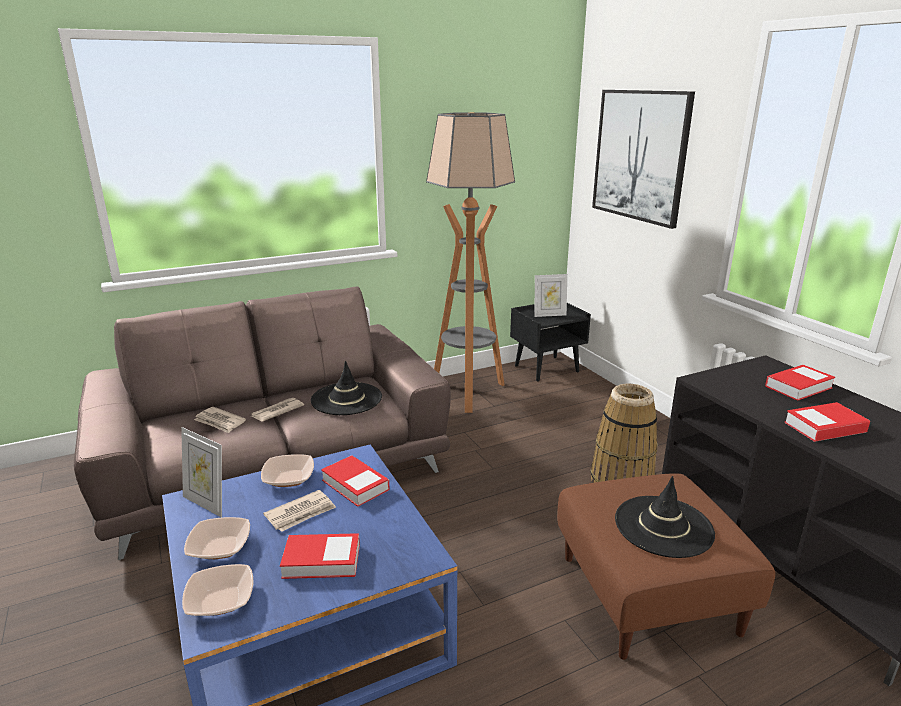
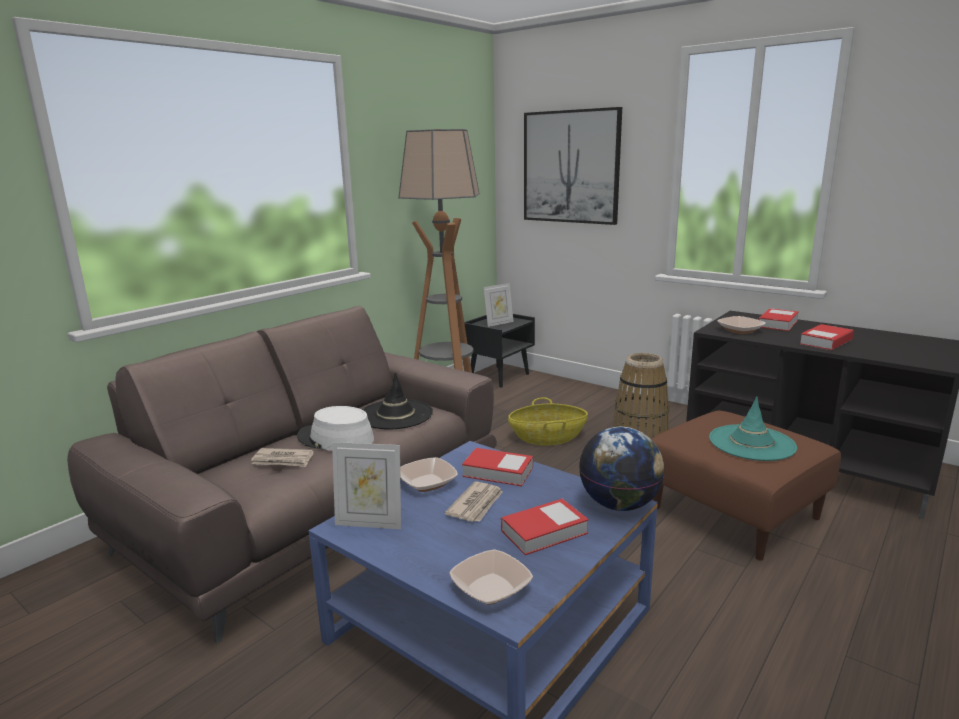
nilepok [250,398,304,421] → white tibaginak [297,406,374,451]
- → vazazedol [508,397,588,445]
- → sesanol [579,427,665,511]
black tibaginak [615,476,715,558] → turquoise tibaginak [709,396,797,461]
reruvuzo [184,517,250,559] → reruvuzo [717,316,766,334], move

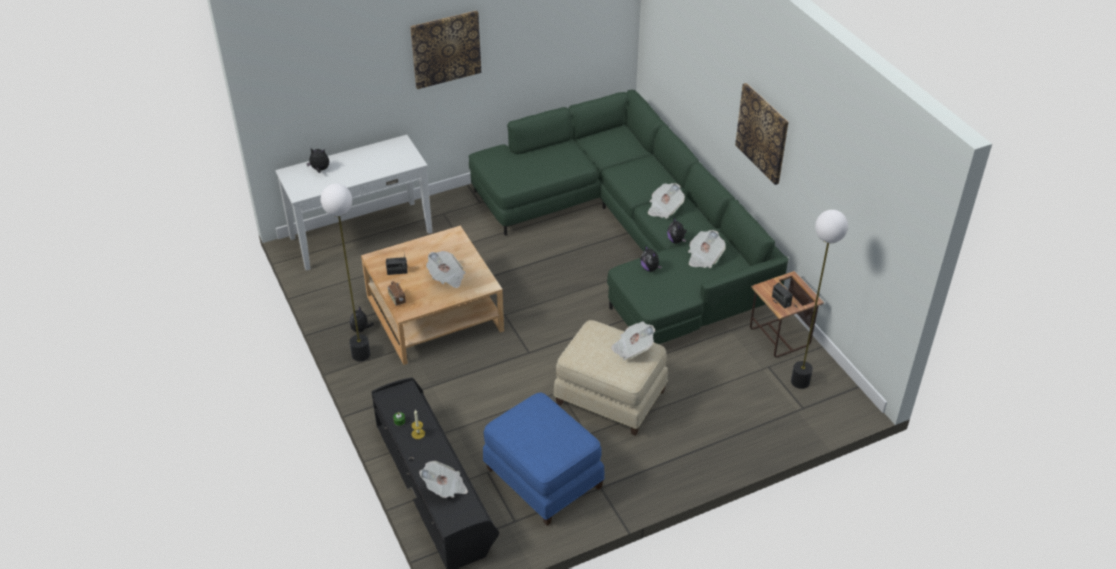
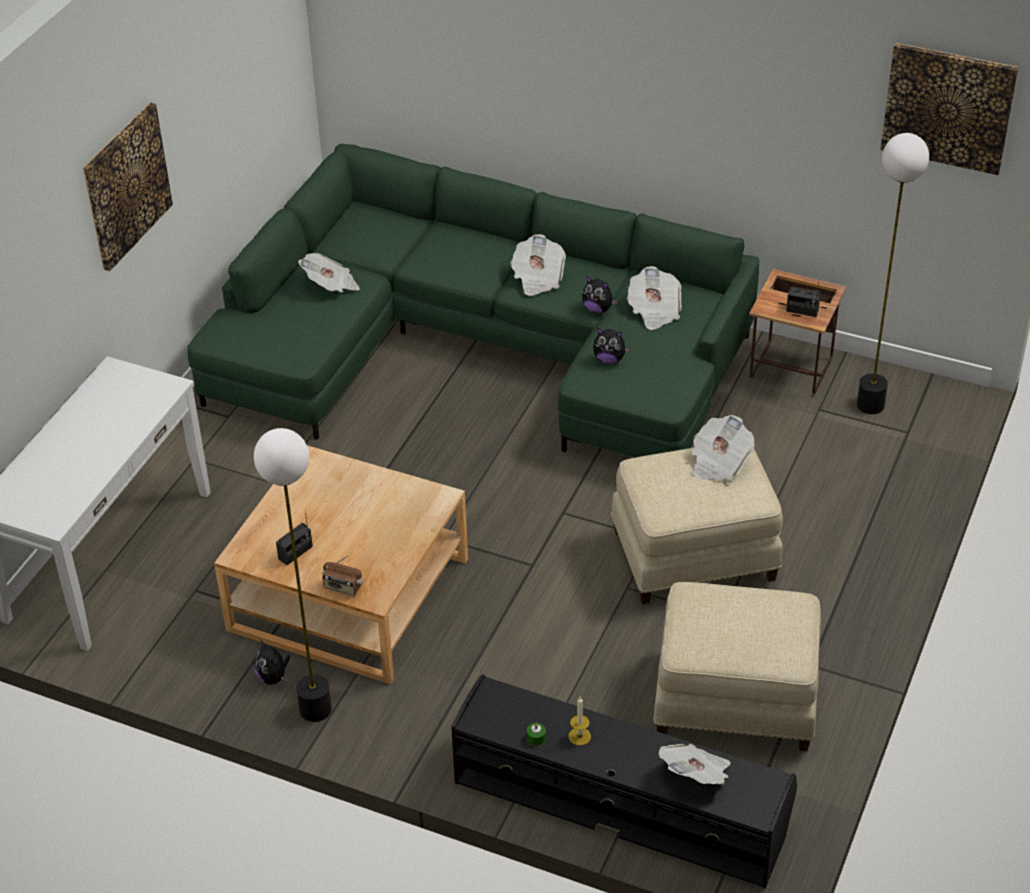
nilepok [426,251,466,288] → nilepok [298,253,360,292], move
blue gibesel [483,392,605,526] → beige gibesel [653,582,821,751]
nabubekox [735,83,789,185] → nabubekox [880,43,1019,175], move
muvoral [307,147,329,173] → -

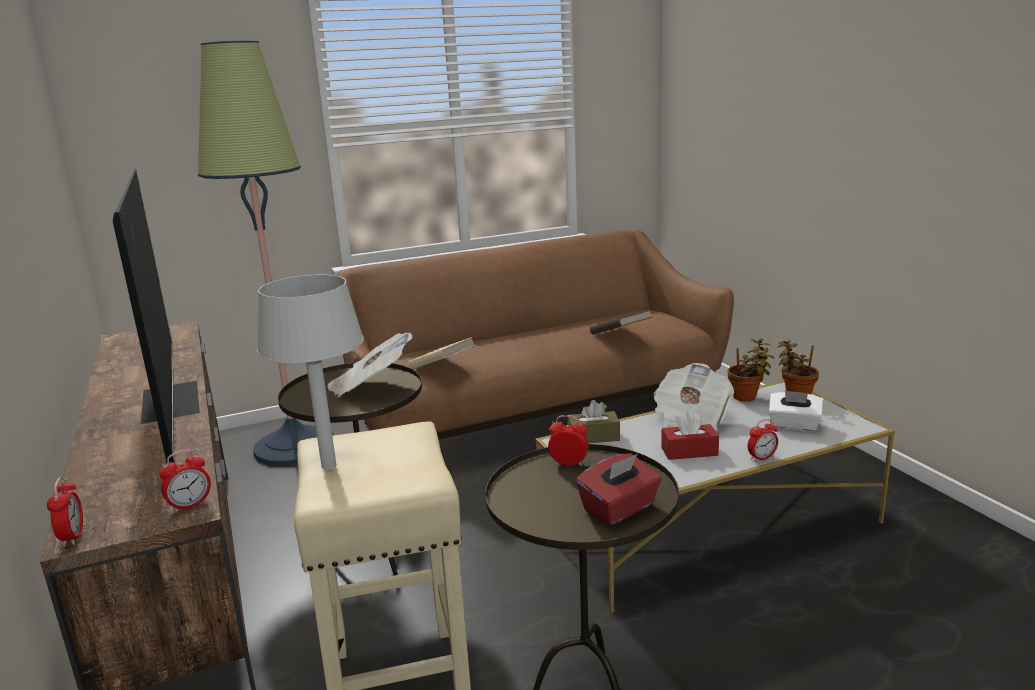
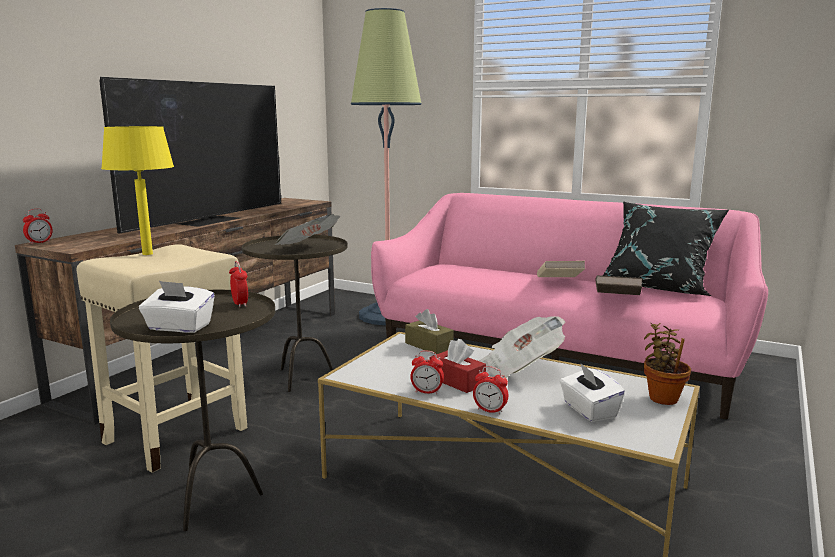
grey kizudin [257,275,364,470] → yellow kizudin [101,126,174,255]
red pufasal [576,453,662,525] → white pufasal [139,281,215,333]
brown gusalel [336,230,734,439] → pink gusalel [371,193,768,419]
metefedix [159,450,211,513] → metefedix [410,350,444,394], move
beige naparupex [408,337,475,369] → beige naparupex [537,261,586,277], move
- → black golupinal [602,201,729,296]
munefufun [728,338,774,402] → -

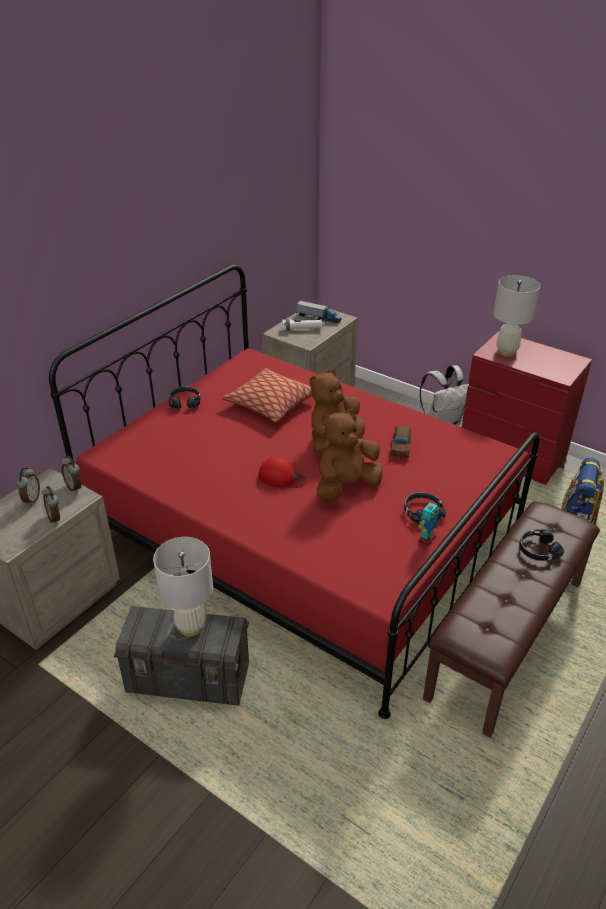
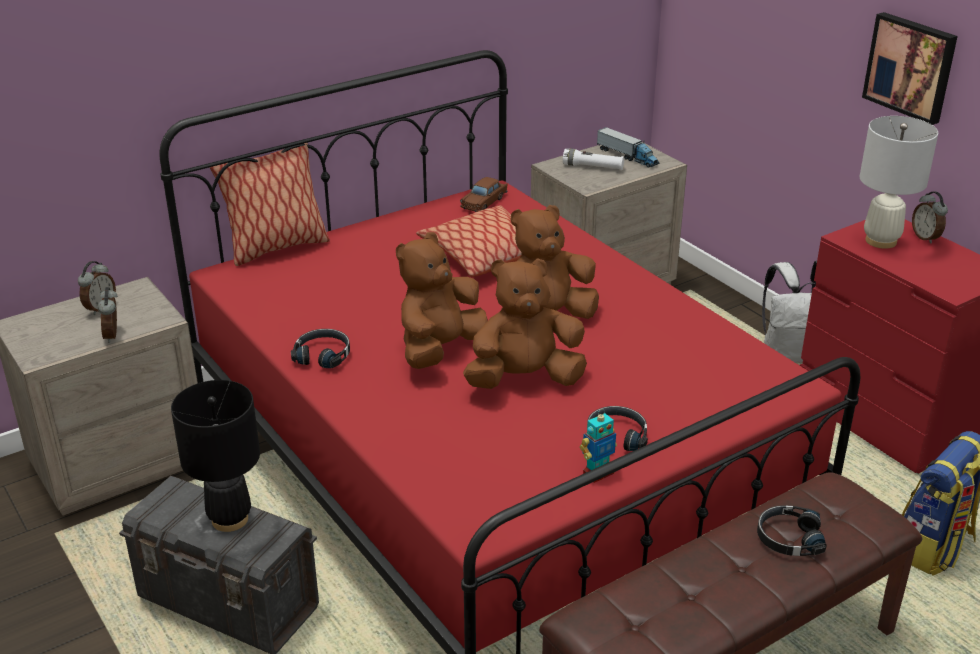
white kizudin [153,537,213,637] → black kizudin [171,380,260,532]
- → golupinal [210,143,330,266]
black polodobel [169,386,200,409] → black polodobel [291,329,350,368], move
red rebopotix [259,457,308,488] → brown muvoral [396,232,488,369]
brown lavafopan [390,425,412,458] → brown lavafopan [460,177,507,212], move
- → nabubekox [862,12,958,125]
metefedix [61,456,82,493] → metefedix [912,191,948,244], move

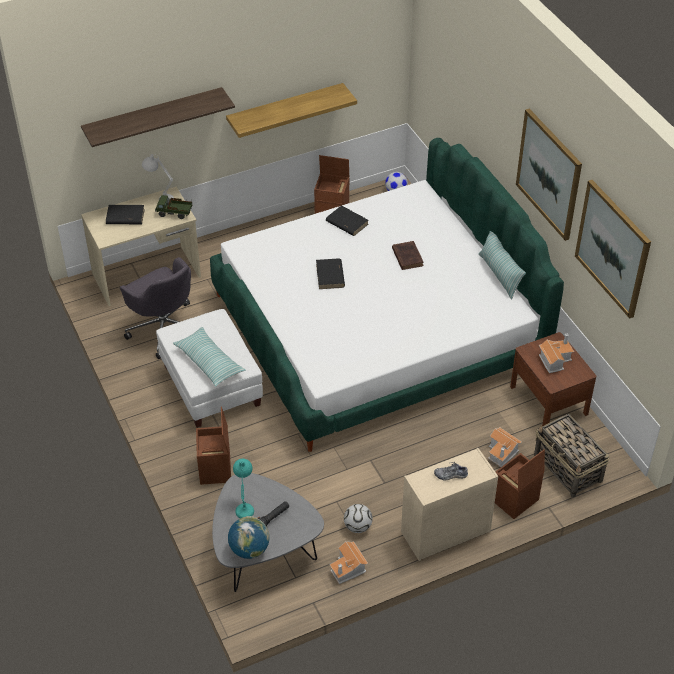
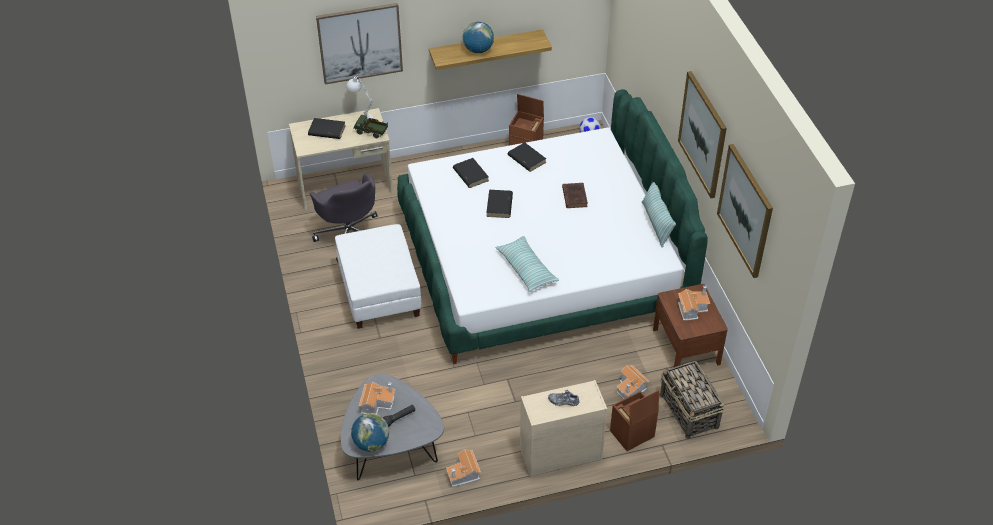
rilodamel [81,87,235,147] → nabubekox [316,3,403,84]
turquoise kizudin [233,459,254,518] → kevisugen [359,381,395,414]
- → black naparupex [453,158,489,188]
- → sesanol [463,22,494,53]
golupinal [173,327,245,387] → golupinal [495,236,559,292], move
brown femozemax [196,406,231,485] → -
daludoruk [344,504,372,533] → -

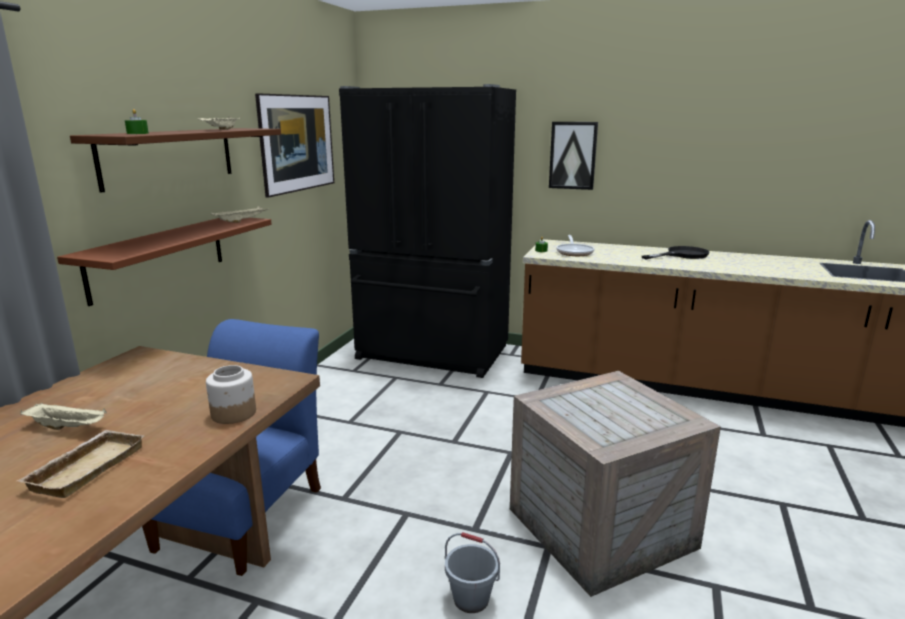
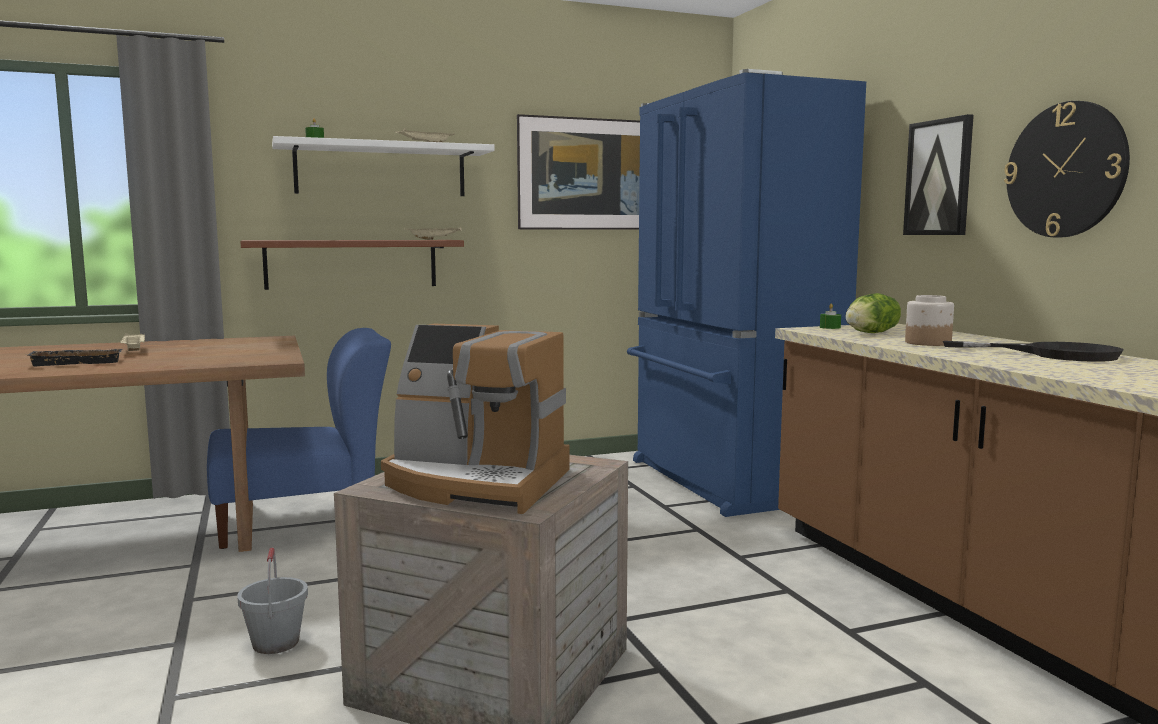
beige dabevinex [17,430,144,498] → black dabevinex [29,349,123,366]
brown rilodamel [70,128,281,193] → white rilodamel [272,136,495,196]
- → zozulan [381,324,570,514]
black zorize [339,84,516,378] → blue zorize [627,69,866,517]
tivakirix [556,235,594,256] → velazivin [845,293,901,333]
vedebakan [206,365,256,424] → vedebakan [905,295,954,346], move
- → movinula [1004,101,1130,238]

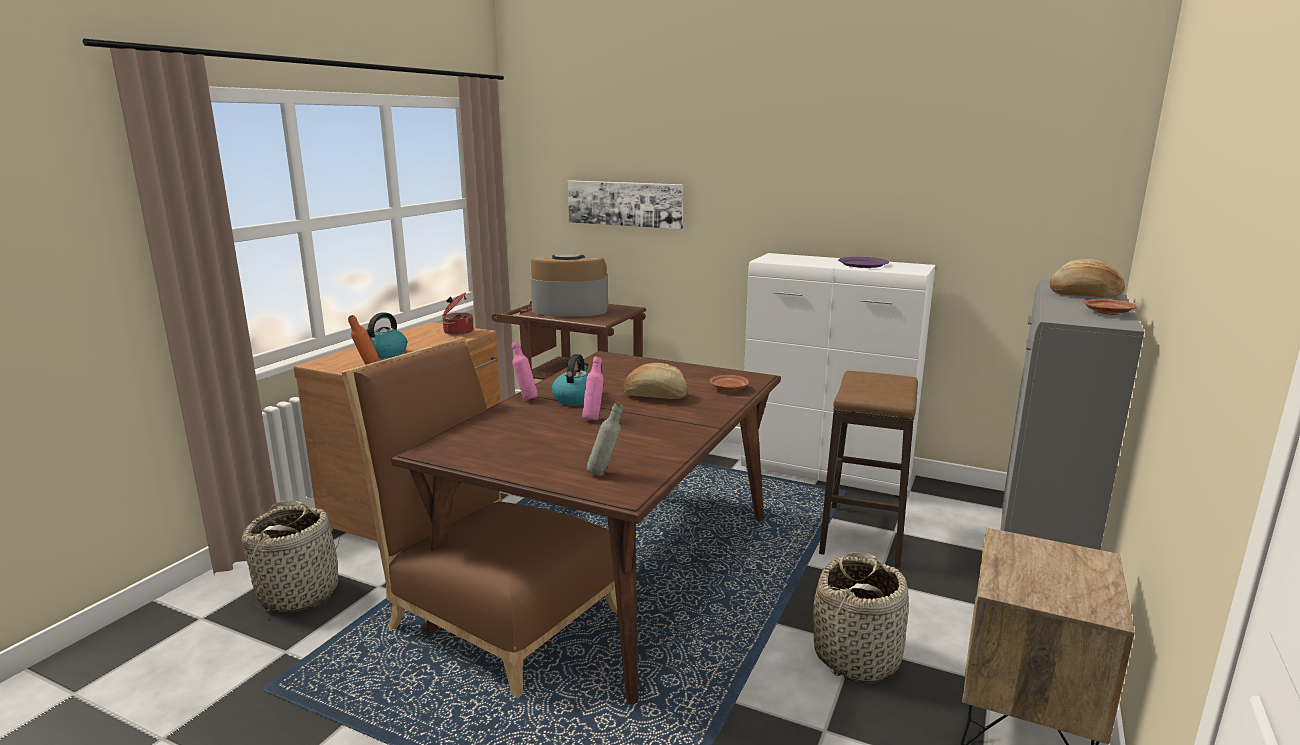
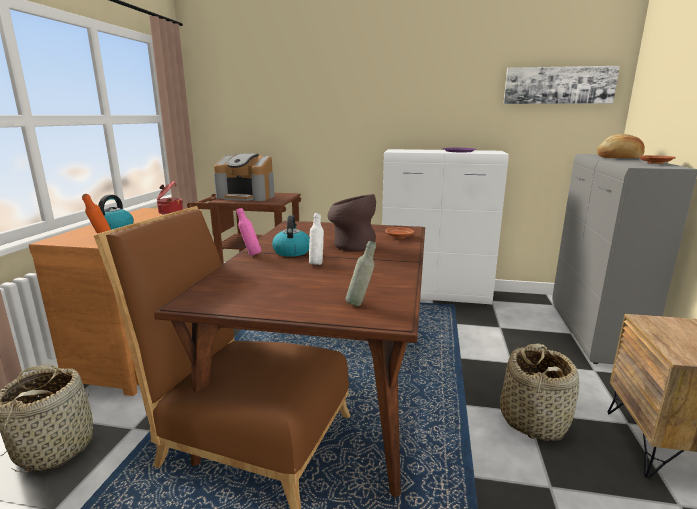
zozulan [531,255,608,317] → zozulan [214,153,275,201], 150 degrees counterclockwise
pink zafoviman [582,357,604,420] → white zafoviman [309,213,324,265]
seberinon [623,363,688,399] → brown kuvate [327,194,376,252]
nabubekox [568,180,683,229] → nabubekox [503,66,620,104], move
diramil [819,371,918,568] → -

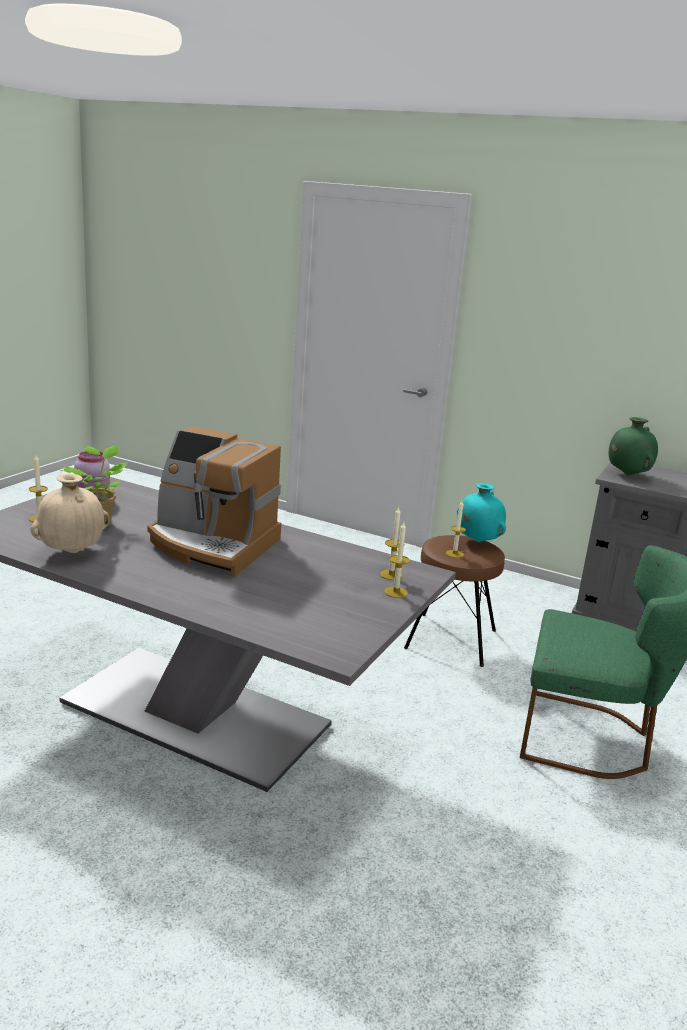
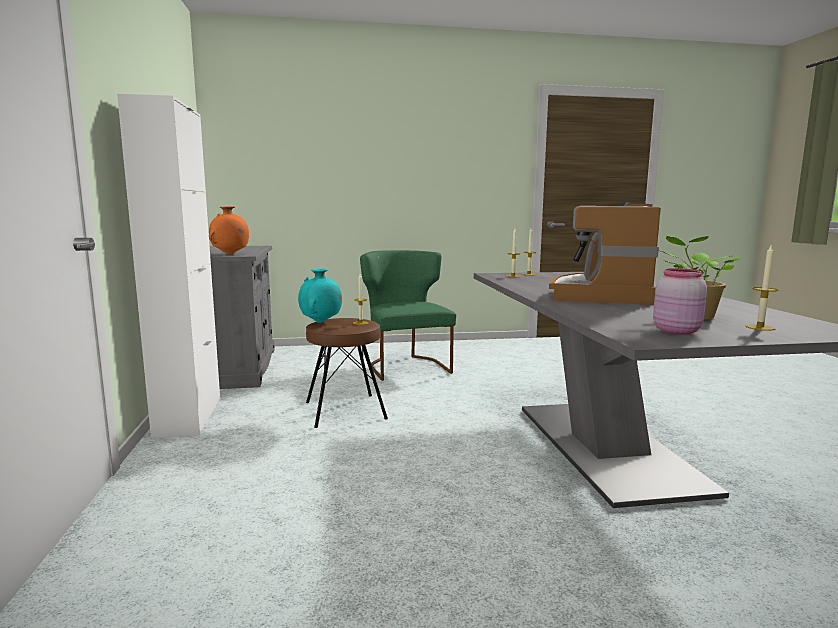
- → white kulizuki [117,94,220,438]
green kuvate [609,417,658,476] → orange kuvate [209,206,249,255]
zozulan [147,426,281,577] → zozulan [549,202,661,305], 150 degrees counterclockwise
beige kuvate [31,474,110,553] → -

